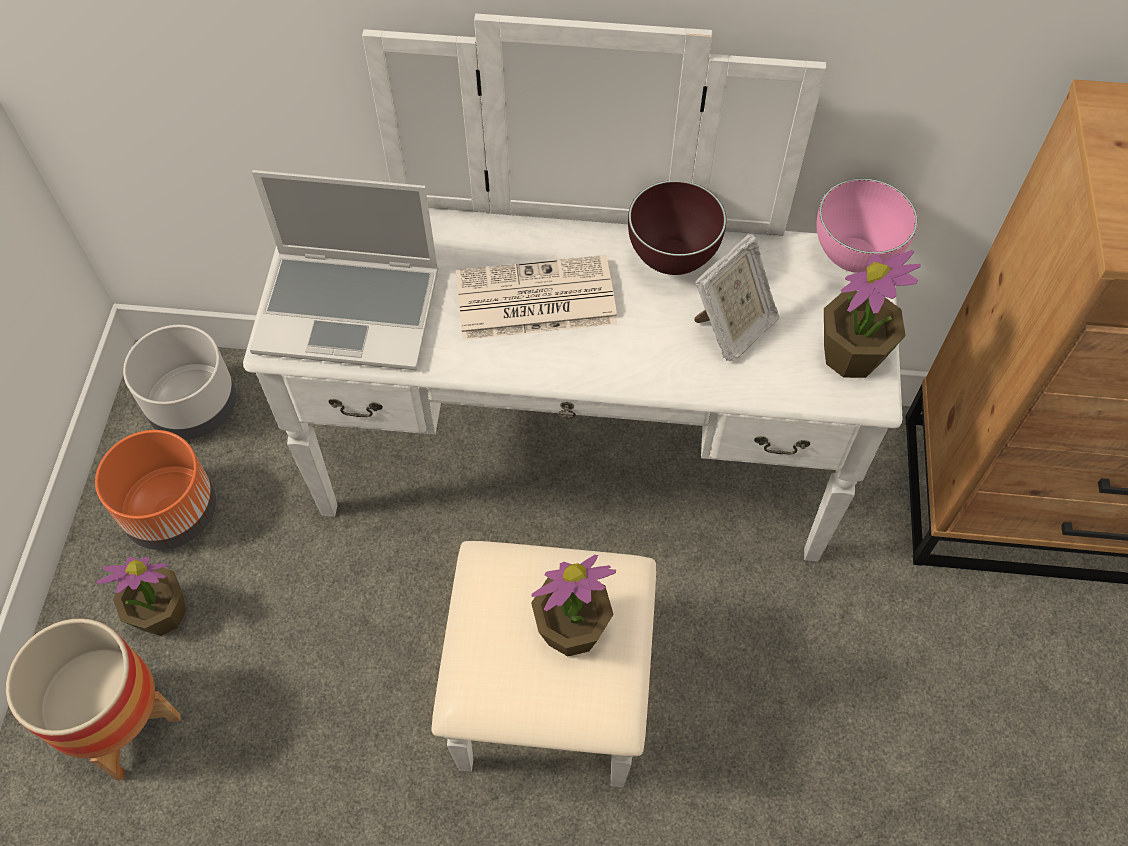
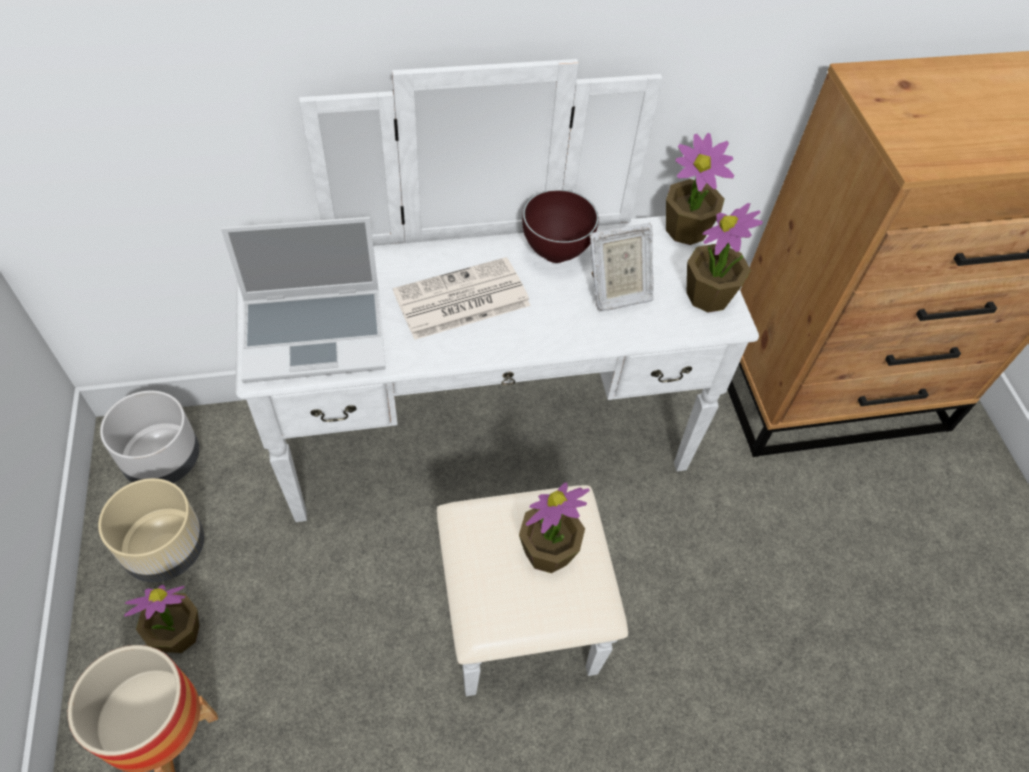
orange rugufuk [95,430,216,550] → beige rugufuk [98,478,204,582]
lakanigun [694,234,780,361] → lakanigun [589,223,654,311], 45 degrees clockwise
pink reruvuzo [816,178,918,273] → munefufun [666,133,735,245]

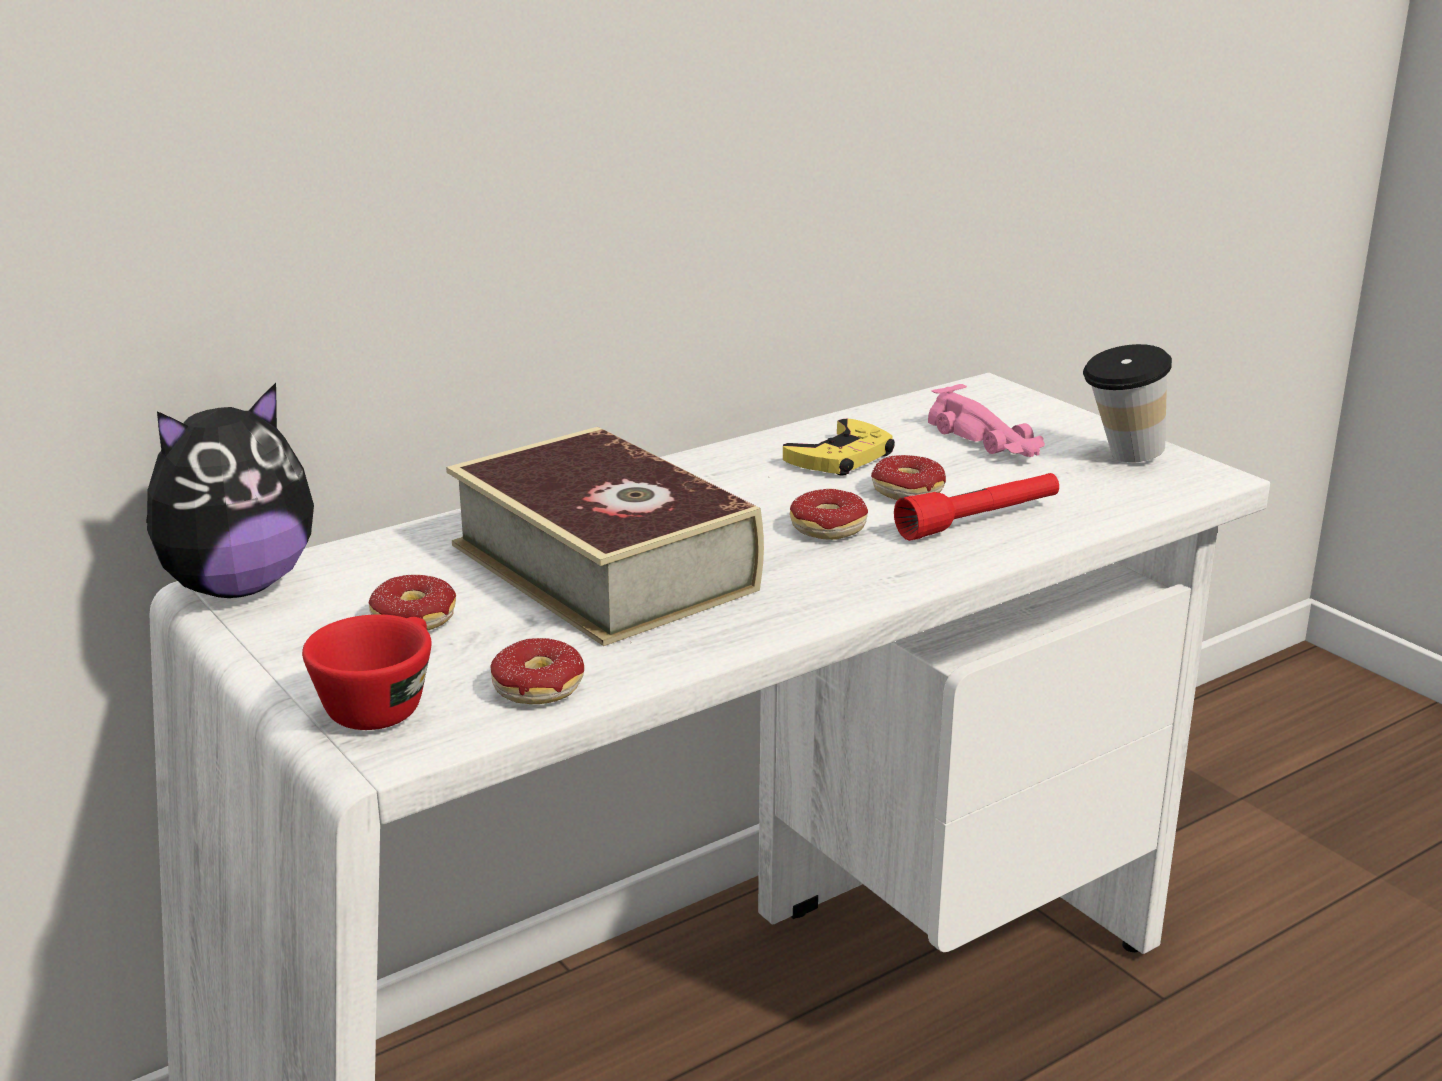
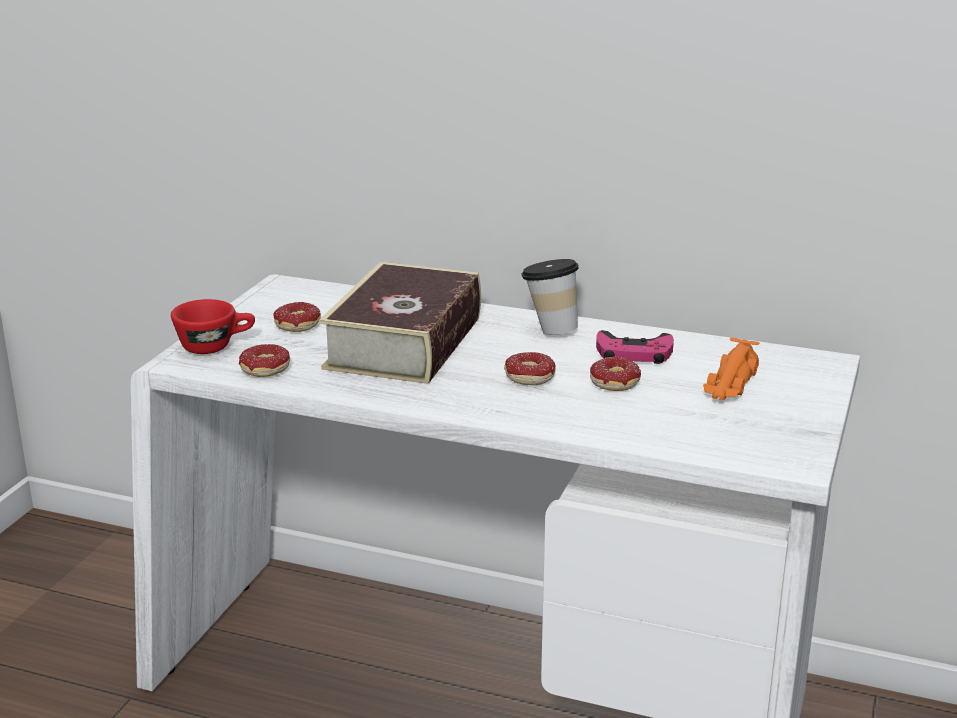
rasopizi [1083,344,1172,462] → rasopizi [521,259,579,335], move
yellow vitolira [783,419,895,476] → pink vitolira [596,330,674,364]
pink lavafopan [928,384,1045,457] → orange lavafopan [703,338,759,400]
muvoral [146,383,314,598] → -
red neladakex [894,473,1059,541] → -

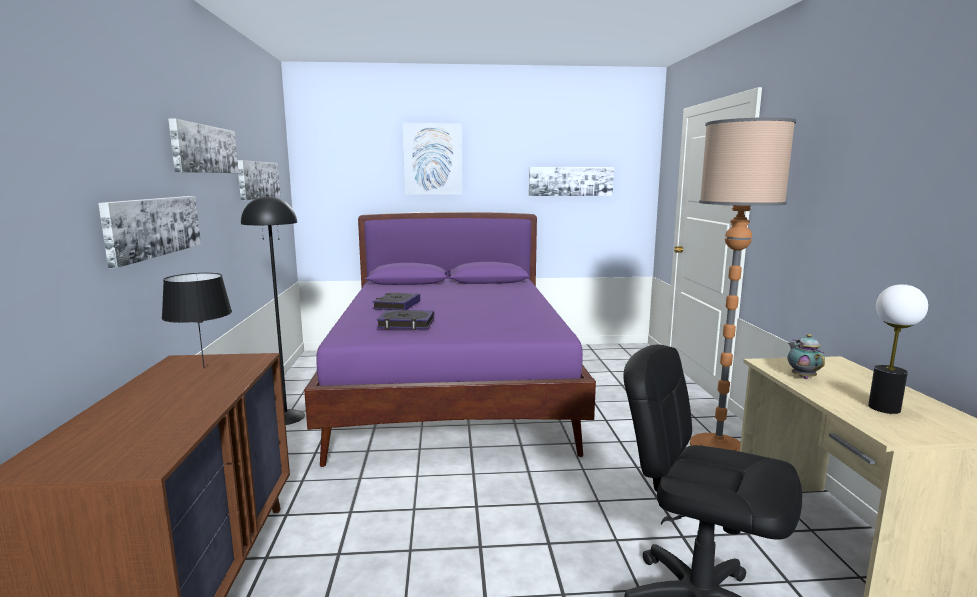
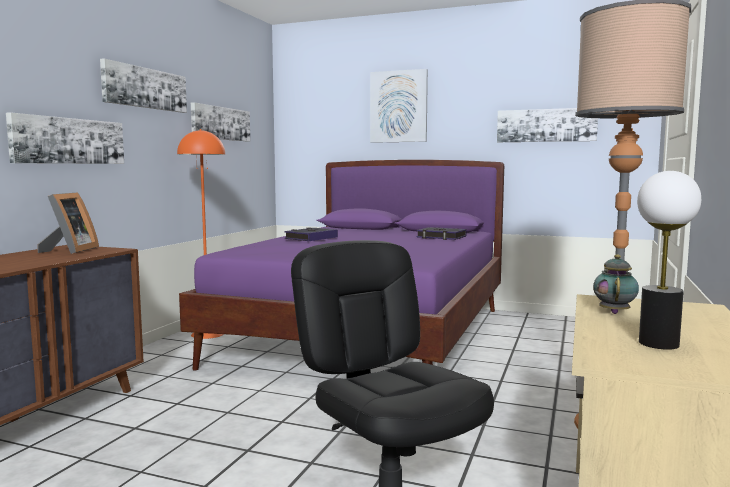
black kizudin [162,273,232,369] → lakanigun [37,192,99,254]
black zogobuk [241,195,305,425] → orange zogobuk [177,129,225,339]
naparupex [377,310,434,330] → naparupex [417,227,467,240], move

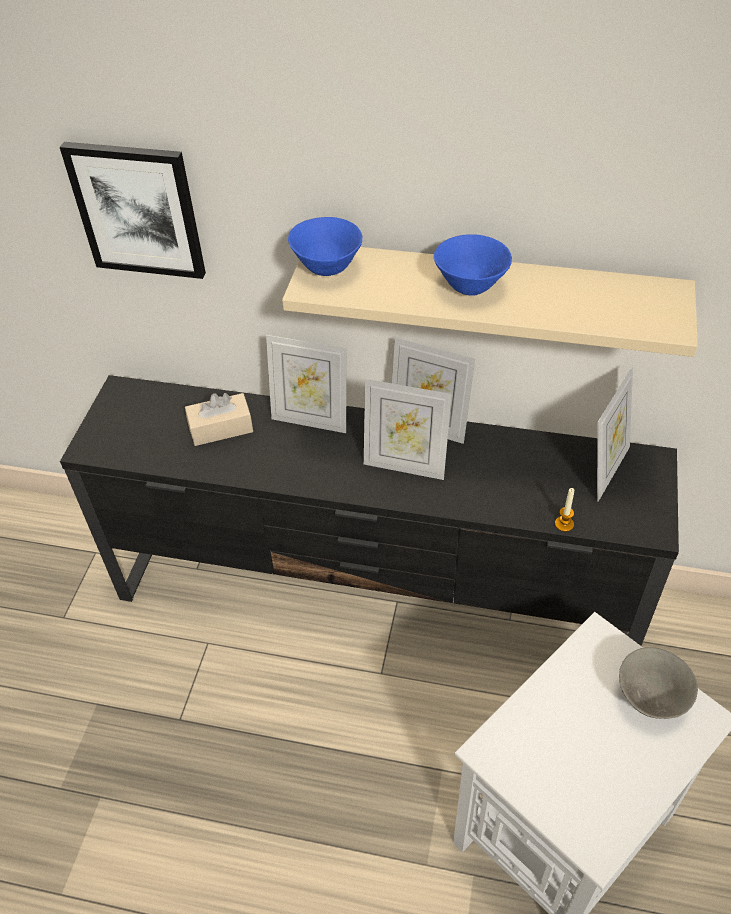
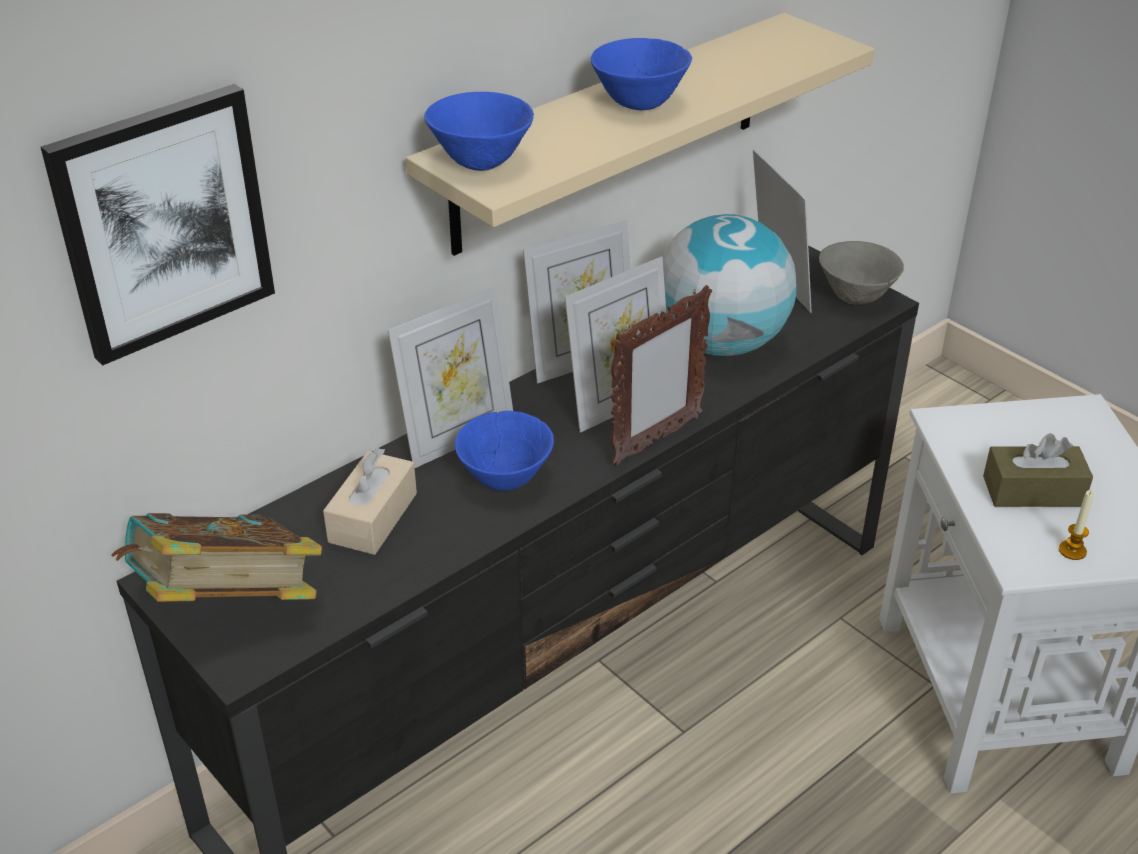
- → naparupex [111,513,322,602]
- → blue reruvuzo [455,411,554,491]
- → lakanigun [611,285,712,466]
- → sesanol [662,214,796,356]
grey reruvuzo [619,647,698,719] → grey reruvuzo [819,241,904,305], move
- → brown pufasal [983,433,1093,507]
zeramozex [555,488,575,532] → zeramozex [1059,490,1094,560], move

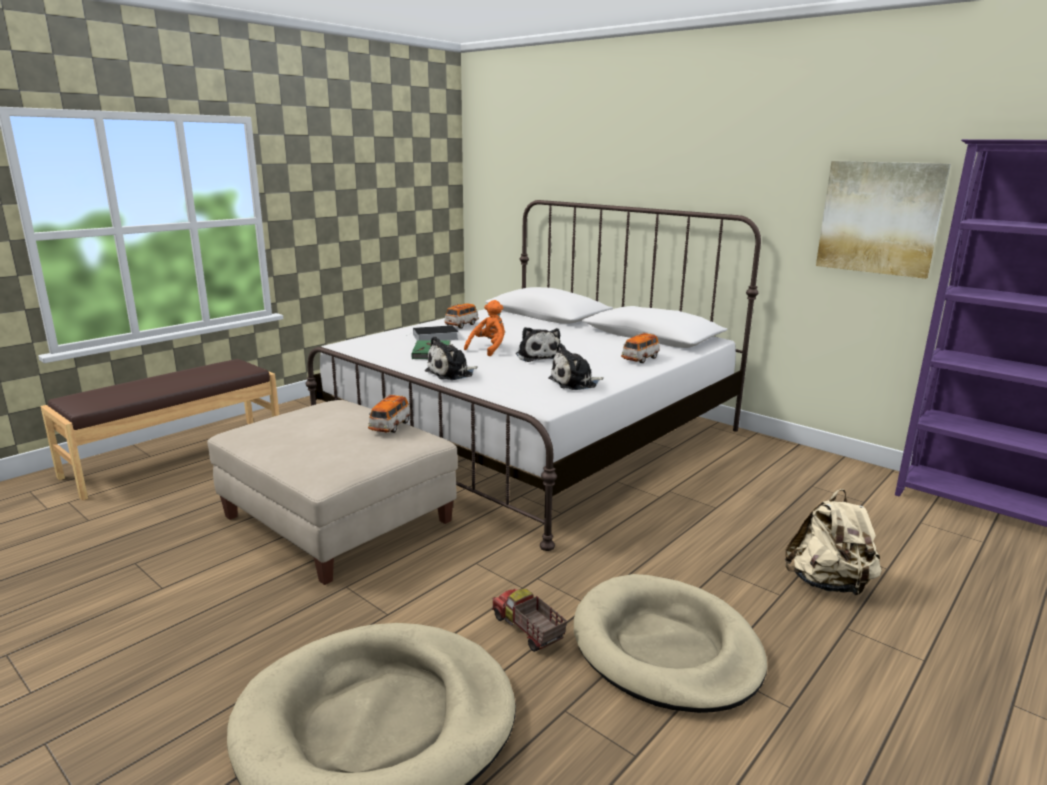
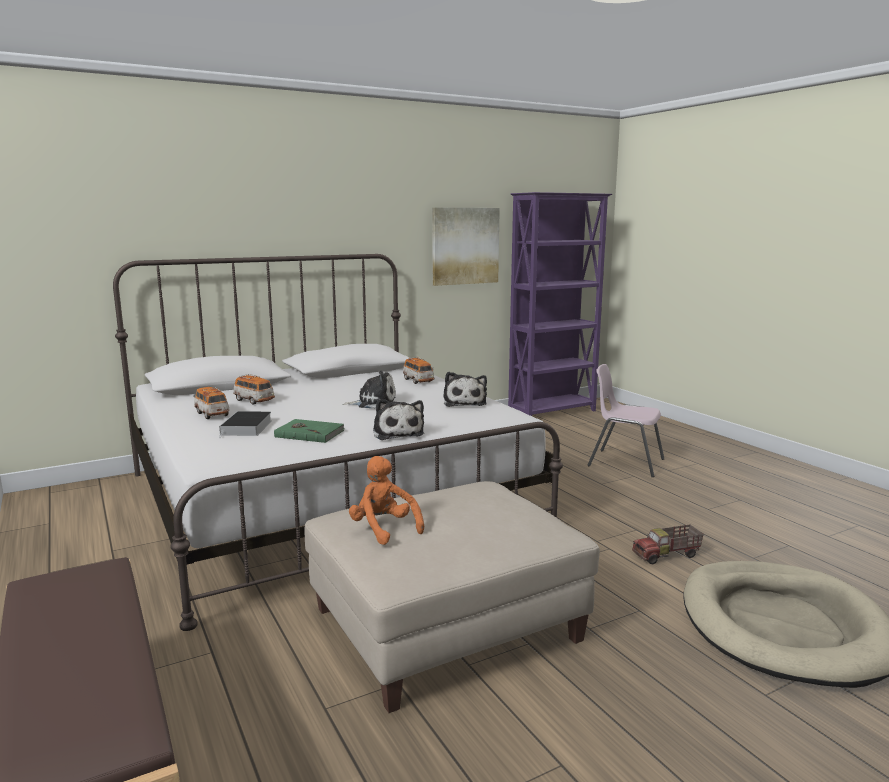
lavafopan [368,394,411,433] → lavafopan [233,374,275,405], move
orange muvoral [464,300,505,356] → orange muvoral [349,456,424,545], move
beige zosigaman [785,489,882,596] → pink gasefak [588,364,664,477]
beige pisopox [574,574,767,713] → -

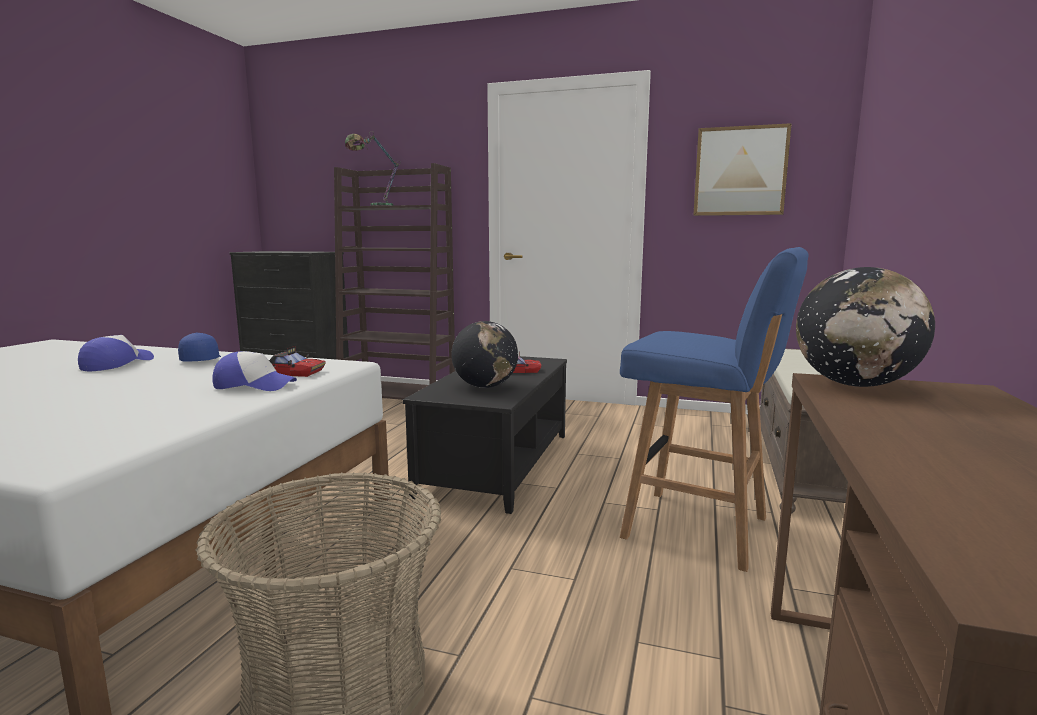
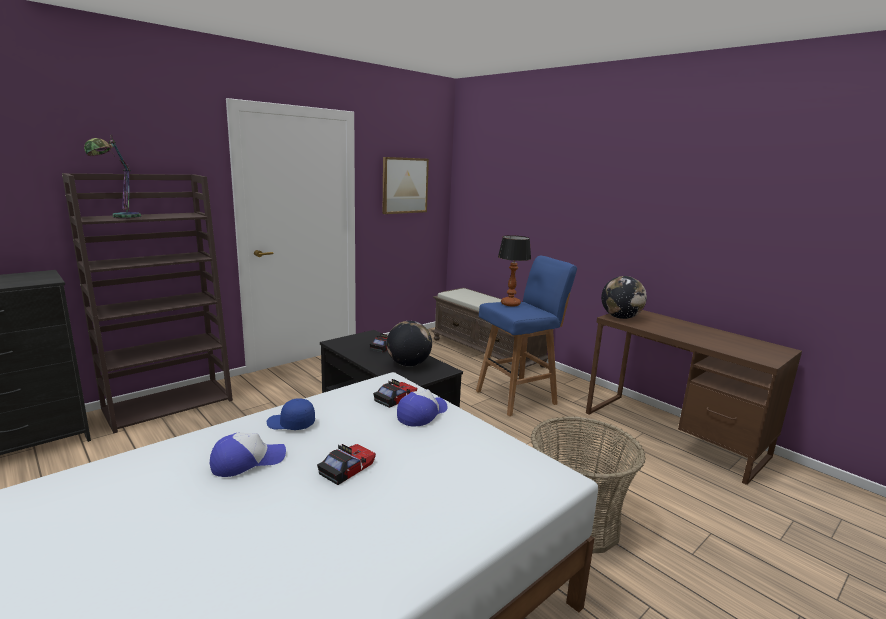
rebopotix [78,335,154,371] → rebopotix [210,433,286,477], 105 degrees clockwise
- → lavafopan [317,444,376,485]
- → kizudin [498,235,531,306]

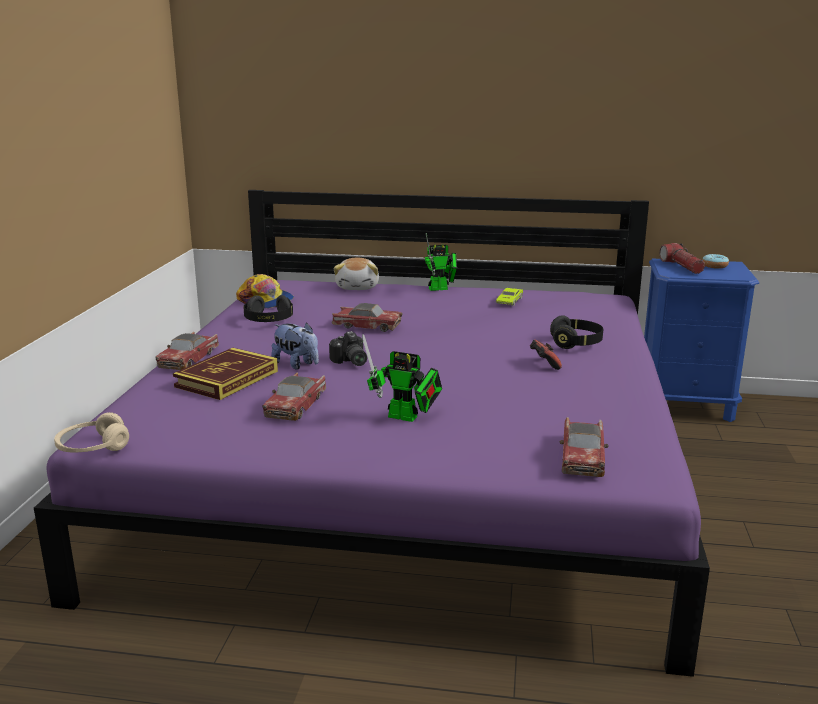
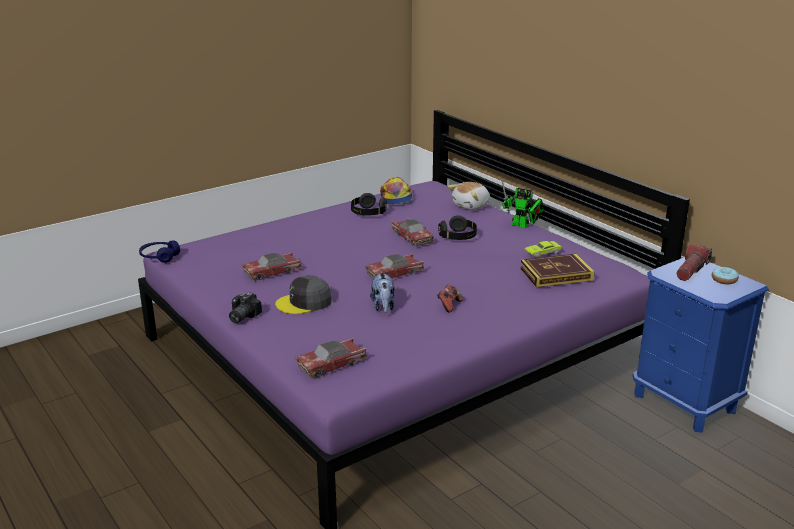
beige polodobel [54,412,129,453] → blue polodobel [139,240,180,263]
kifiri [329,331,367,366] → kifiri [229,292,262,323], move
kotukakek [362,334,442,422] → grey rebopotix [275,275,332,314]
lavafopan [155,332,219,370] → lavafopan [365,254,424,279], move
muvoral [271,323,319,369] → muvoral [370,271,395,312], move
black polodobel [550,315,603,349] → black polodobel [438,215,477,240], move
naparupex [173,348,278,400] → naparupex [520,254,595,287], move

